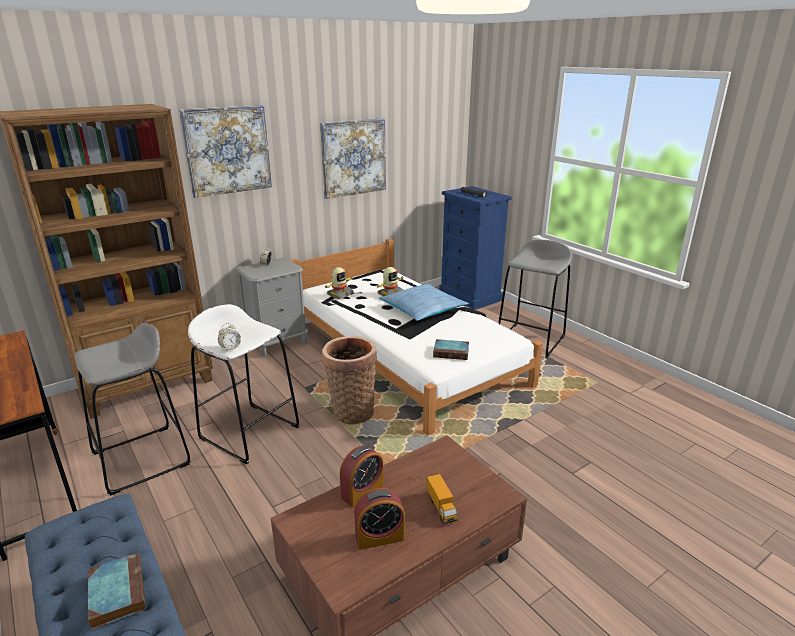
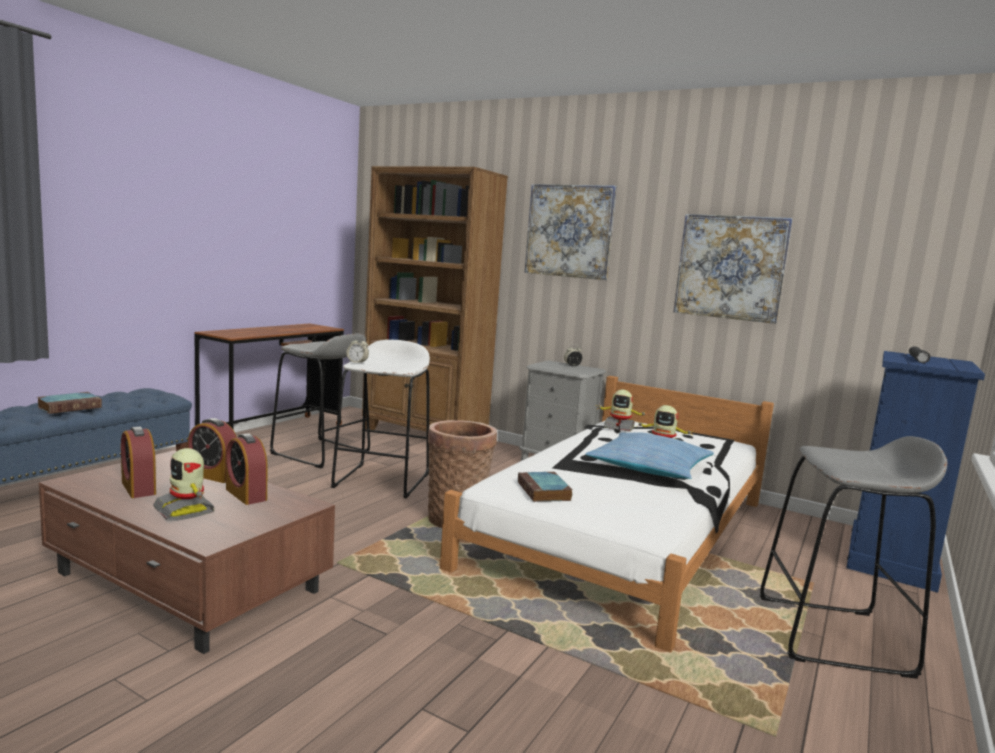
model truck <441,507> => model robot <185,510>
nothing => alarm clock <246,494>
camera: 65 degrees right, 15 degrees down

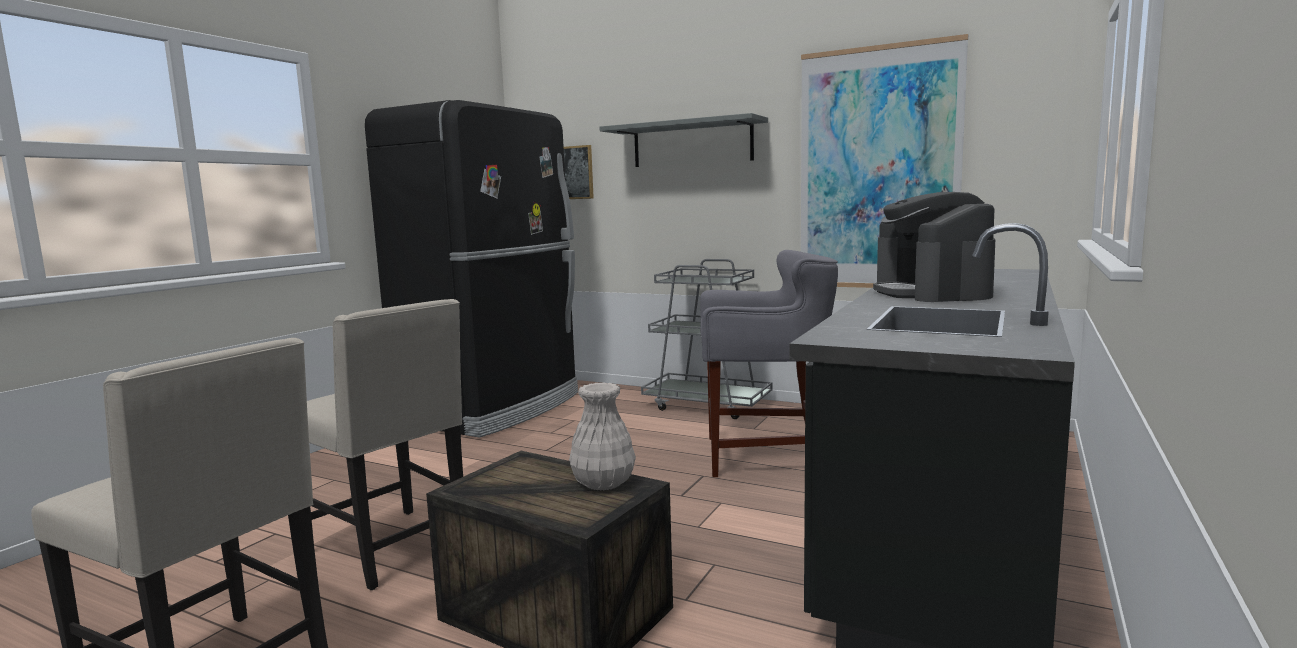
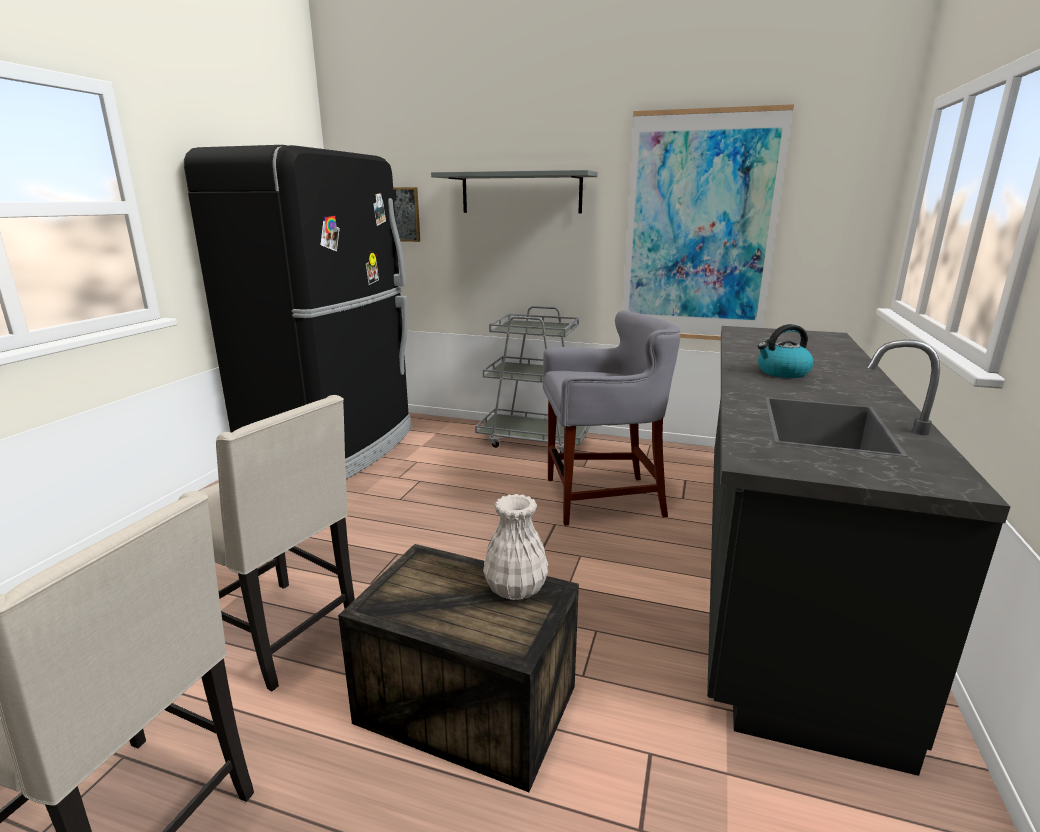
coffee machine <931,293> => tea kettle <782,372>
camera: 10 degrees left, 10 degrees up

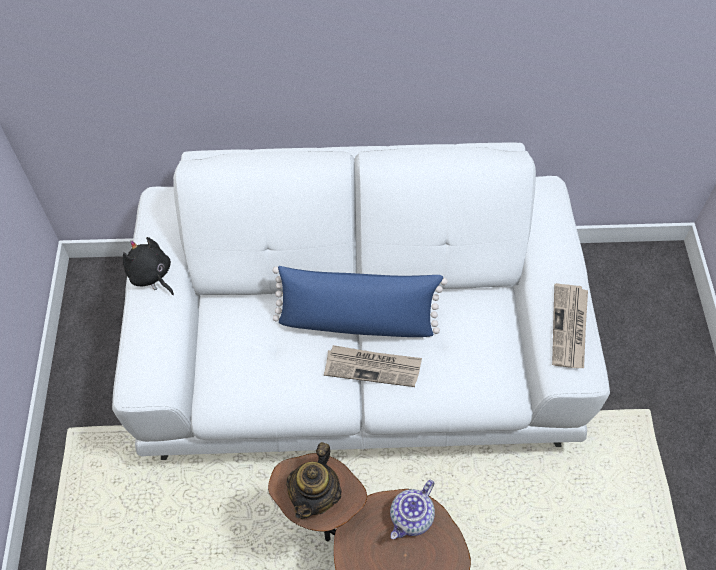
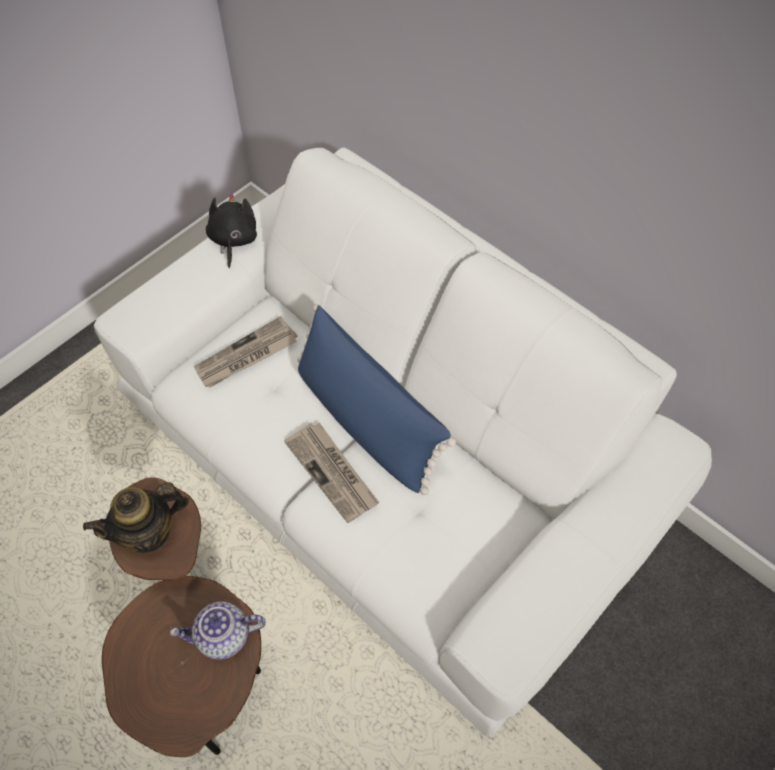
daily paper <569,328> => daily paper <246,356>, relocated
camera: 45 degrees right, 0 degrees up

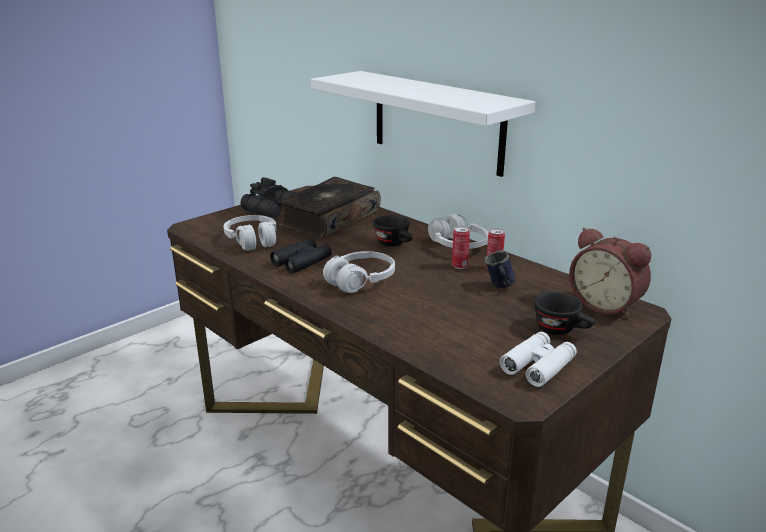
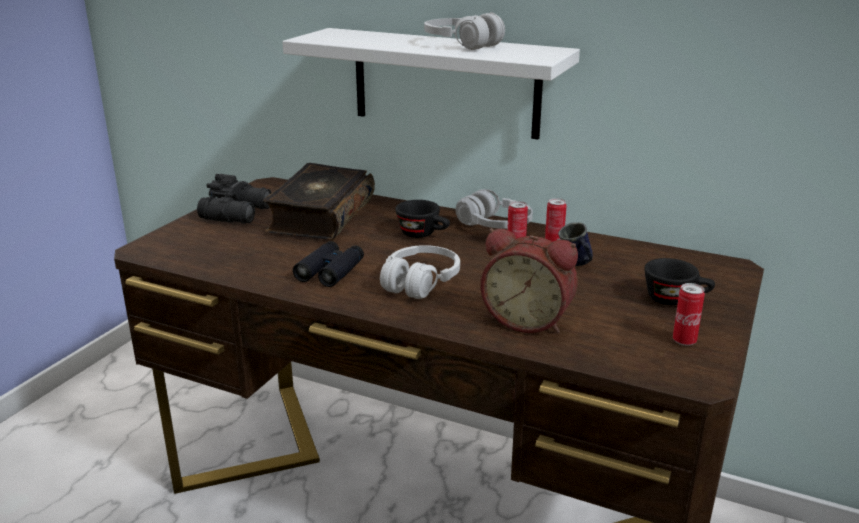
headset (white) <252,240> => headset (white) <462,44>, relocated
field glasses (white) <538,366> => sealed can <684,341>
alarm clock <606,305> => alarm clock <528,320>, relocated
camera: 20 degrees left, 0 degrees up

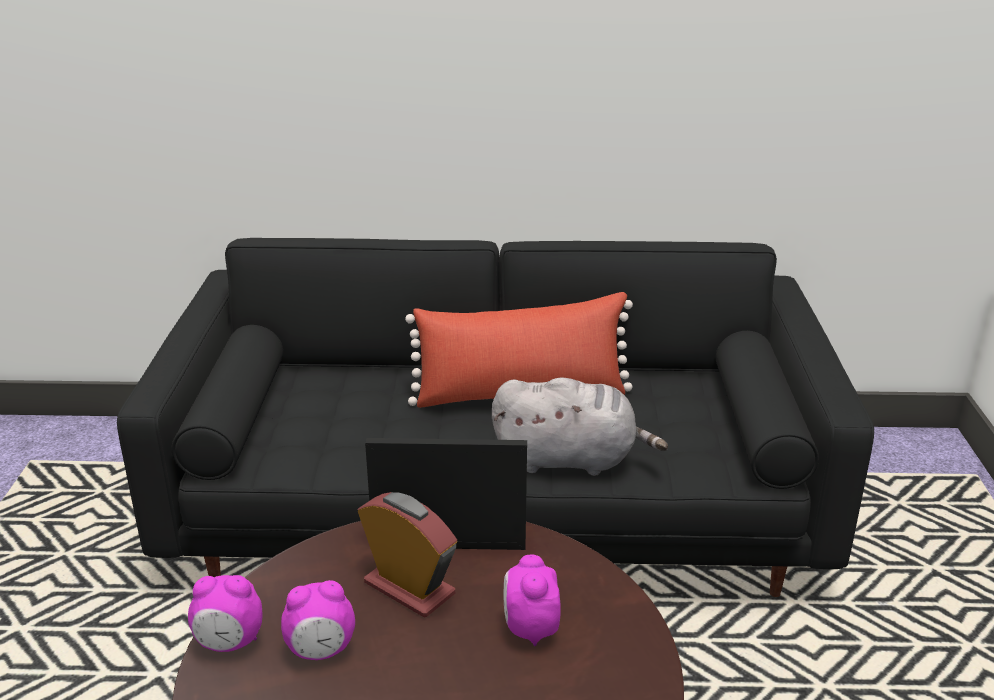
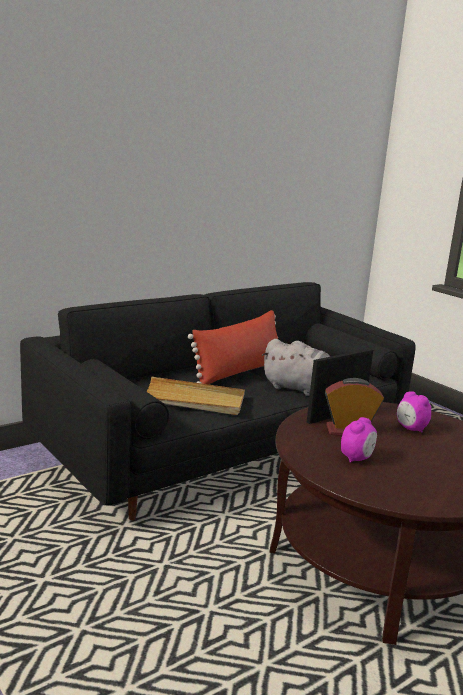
alarm clock <230,643> => nothing
plush toy (greyish) <570,460> => plush toy (greyish) <300,389>, 60 degrees clockwise
nothing => carrying tray (beige-coloured) <193,400>
camera: 40 degrees left, 10 degrees down

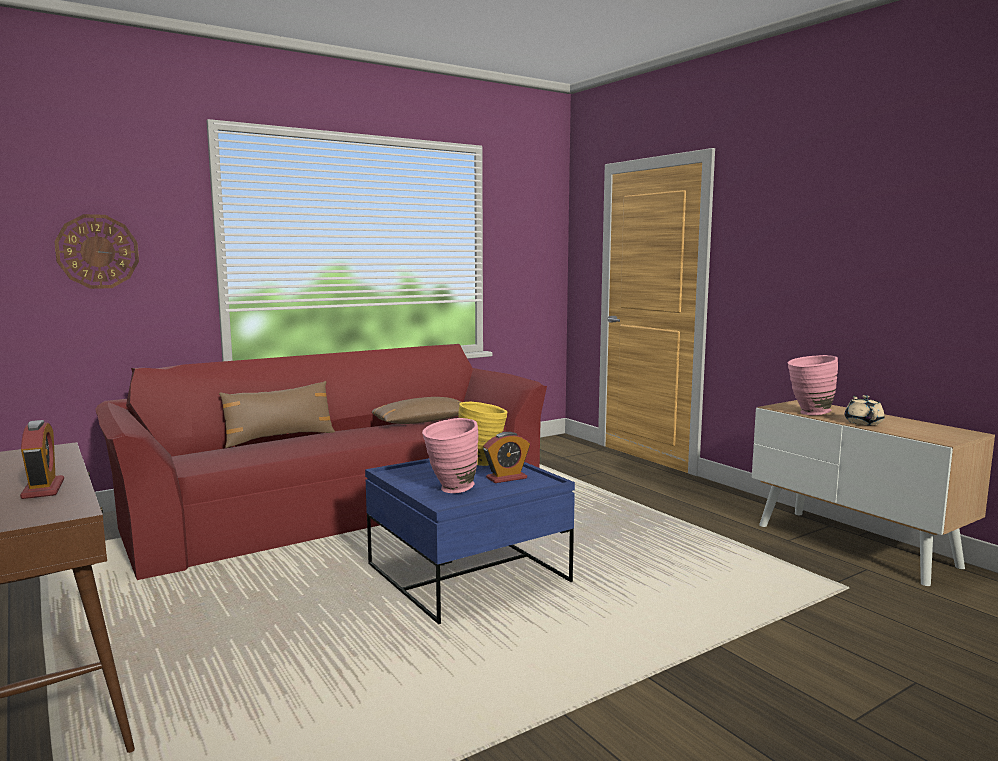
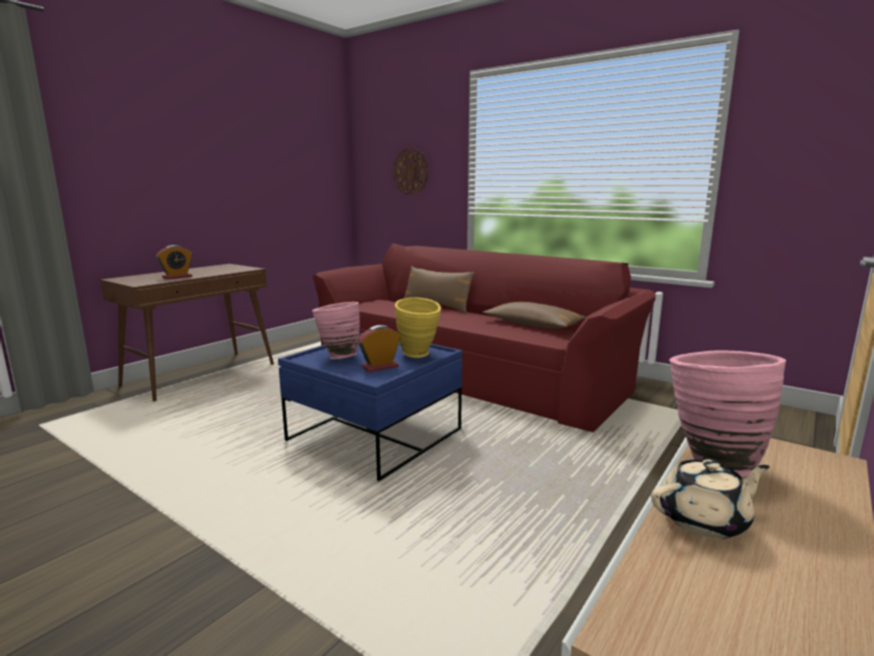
alarm clock <506,478> => alarm clock <380,367>, 105 degrees clockwise
camera: 70 degrees right, 5 degrees up

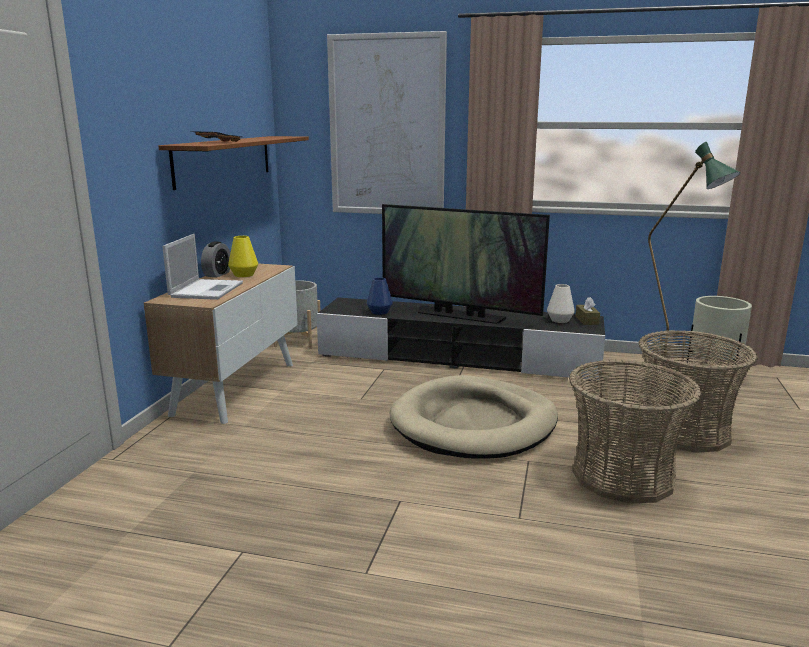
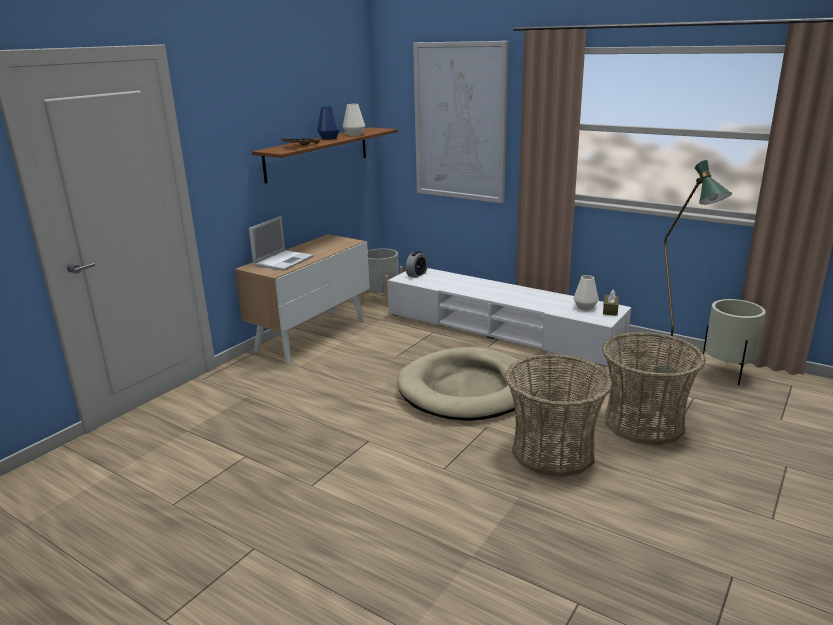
alarm clock <217,274> => alarm clock <417,274>, relocated
flower vase (yellow-coloured) <244,275> => nothing
tv unit (black) <458,358> => tv unit (white) <501,330>
flower vase (blue-coloured) <379,312> => flower vase (blue-coloured) <329,138>, relocated
TV <459,315> => nothing
nothing => flower vase (white) <354,135>
camera: 20 degrees right, 5 degrees up

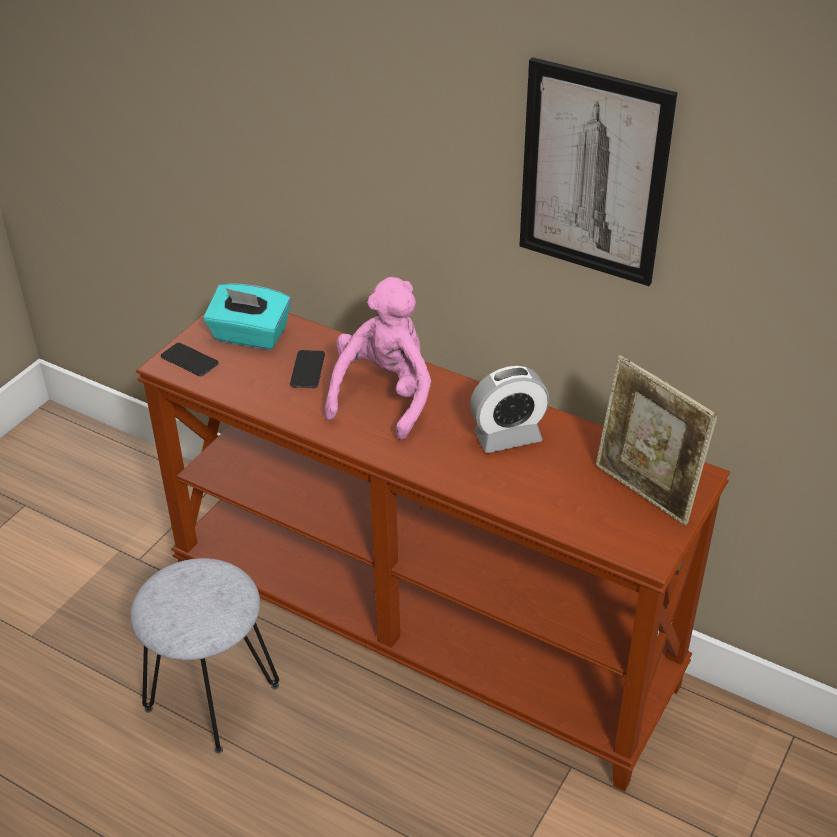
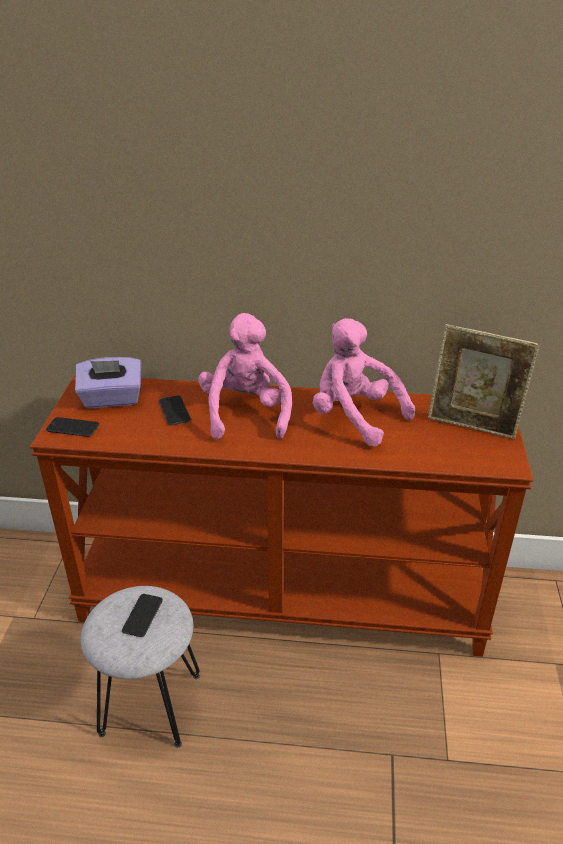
tissue box (blue-green) <250,336> => tissue box (purplish) <112,399>
alarm clock <507,437> => plush toy (pink-coloured) <354,417>
picture <593,173> => nothing
nothing => handset <142,615>
camera: 25 degrees left, 5 degrees down

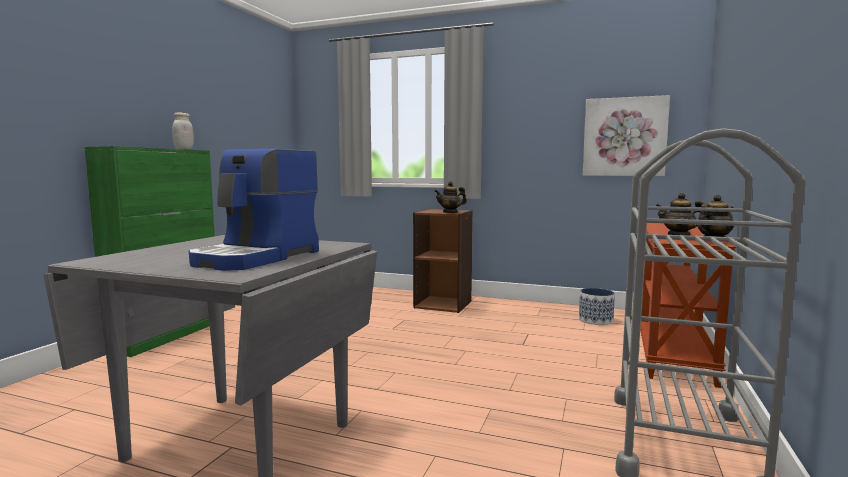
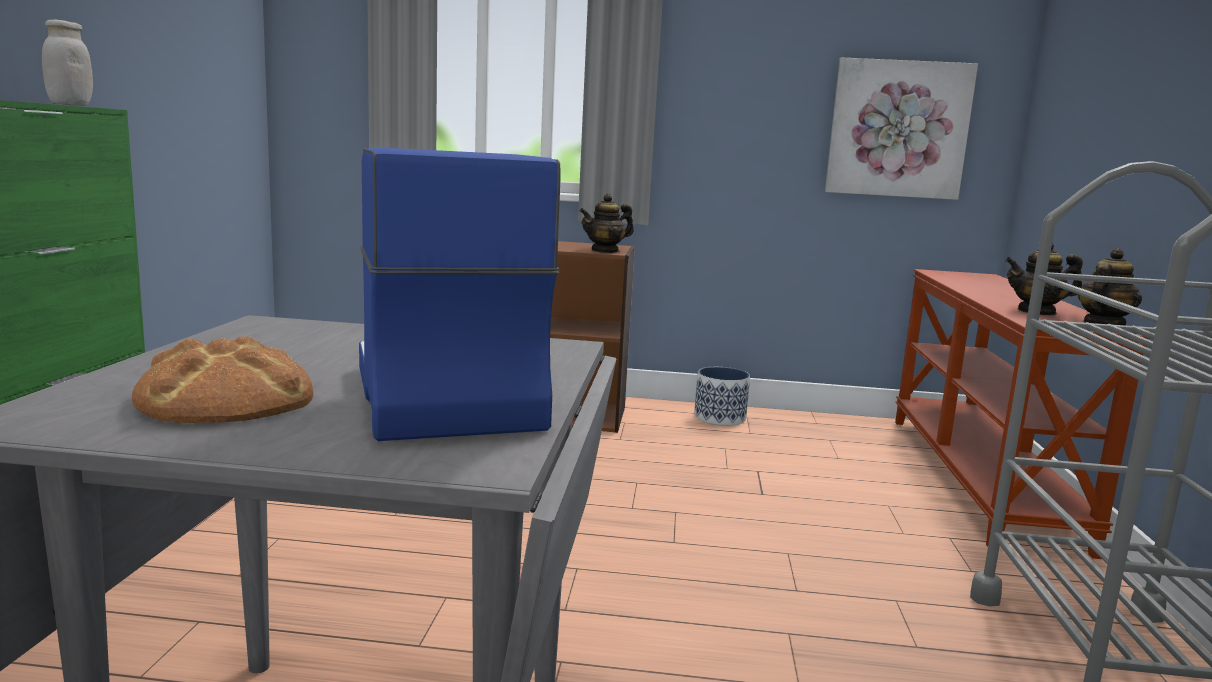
coffee machine <258,258> => coffee machine <440,395>, 150 degrees clockwise
plant pot <595,320> => plant pot <719,418>, relocated
nothing => bread <225,398>
camera: 15 degrees left, 5 degrees up

